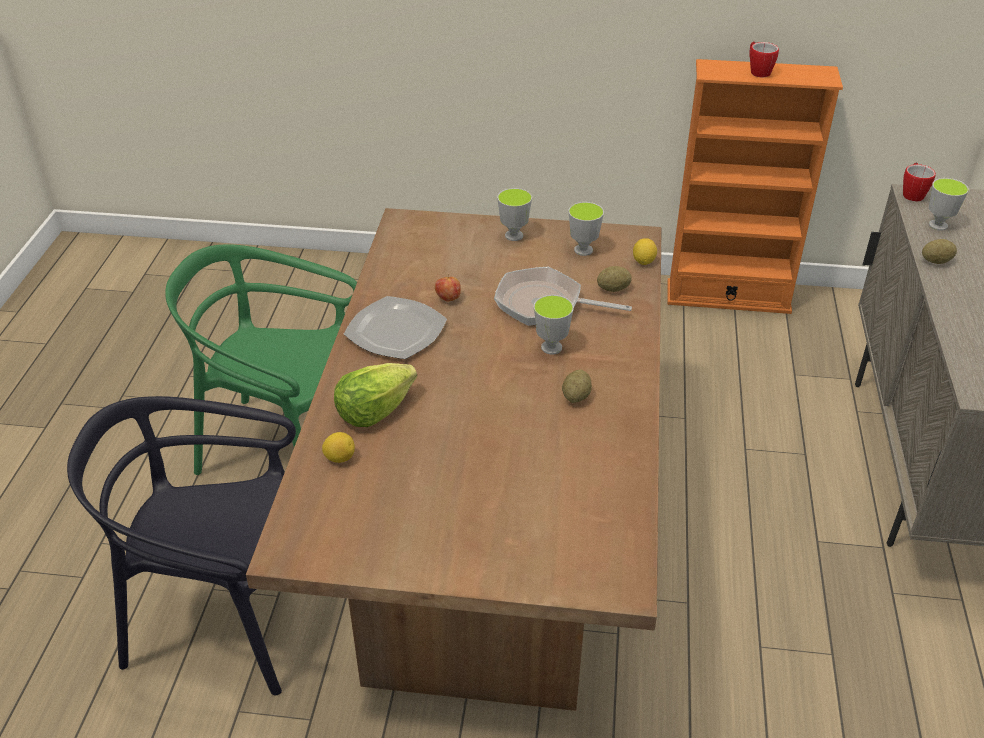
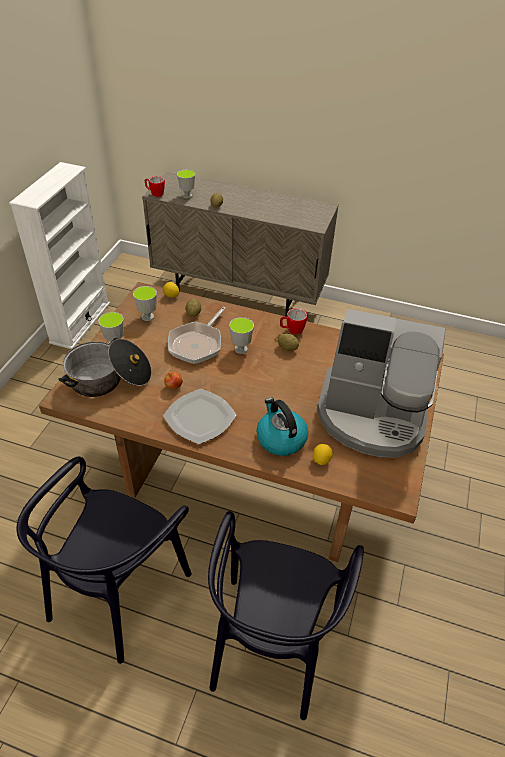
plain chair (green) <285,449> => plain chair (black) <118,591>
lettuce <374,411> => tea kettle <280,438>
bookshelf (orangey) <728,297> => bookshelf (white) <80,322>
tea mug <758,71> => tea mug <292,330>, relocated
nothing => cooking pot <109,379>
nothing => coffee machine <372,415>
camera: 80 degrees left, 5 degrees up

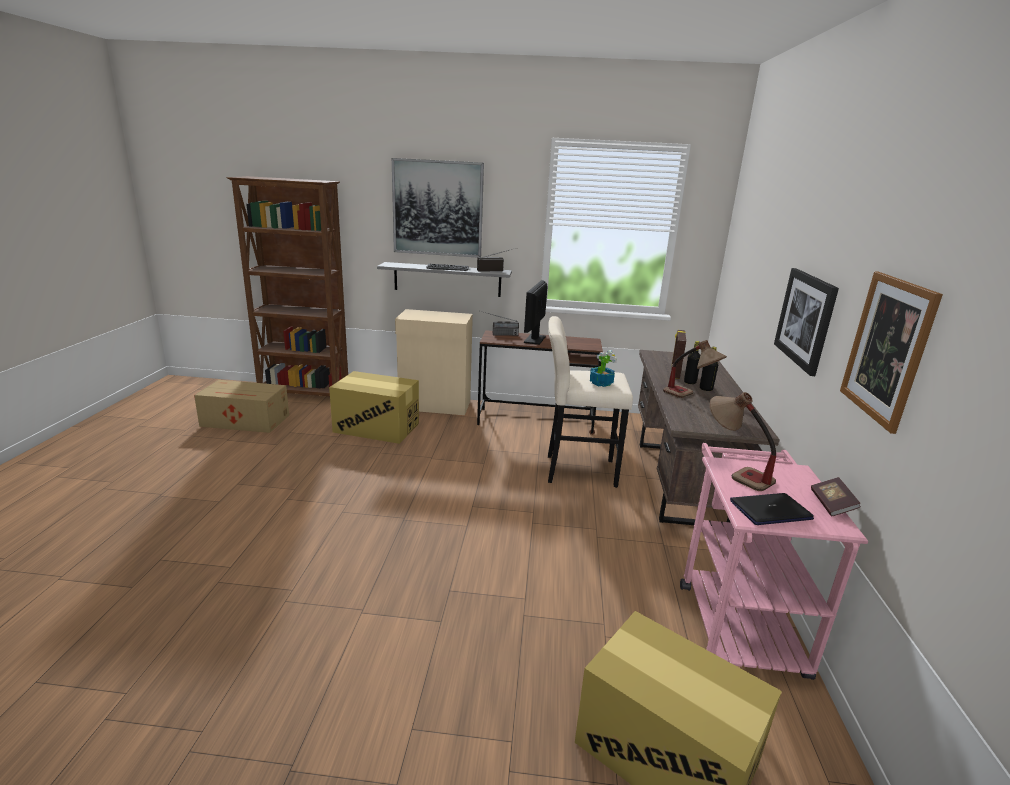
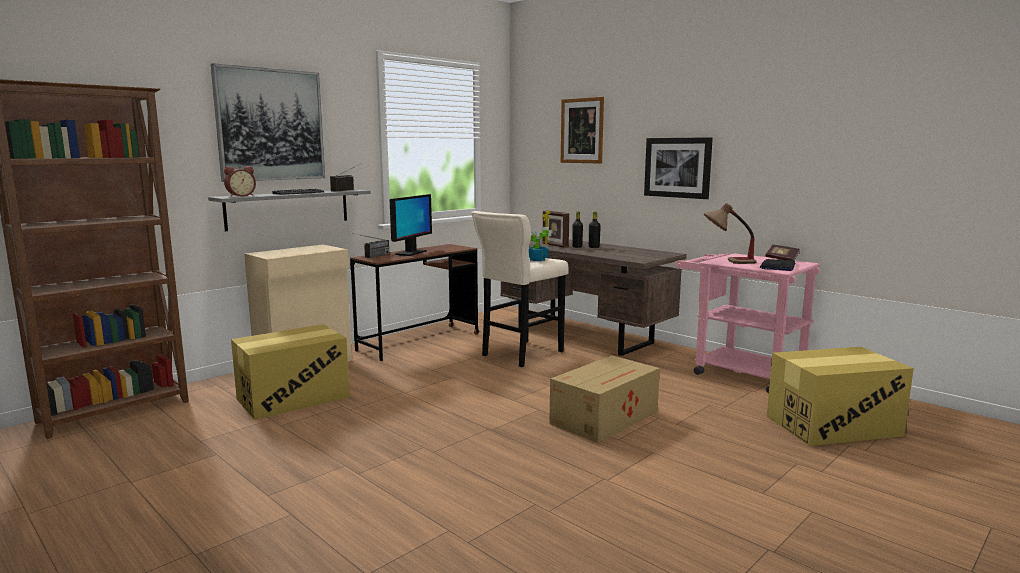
carton <246,421> => carton <606,417>, relocated
computer display <535,339> => computer display <410,253>, 120 degrees counterclockwise
table lamp <690,397> => nothing
picture <887,349> => picture <582,130>, relocated
nothing => alarm clock <240,196>
camera: 50 degrees left, 10 degrees down

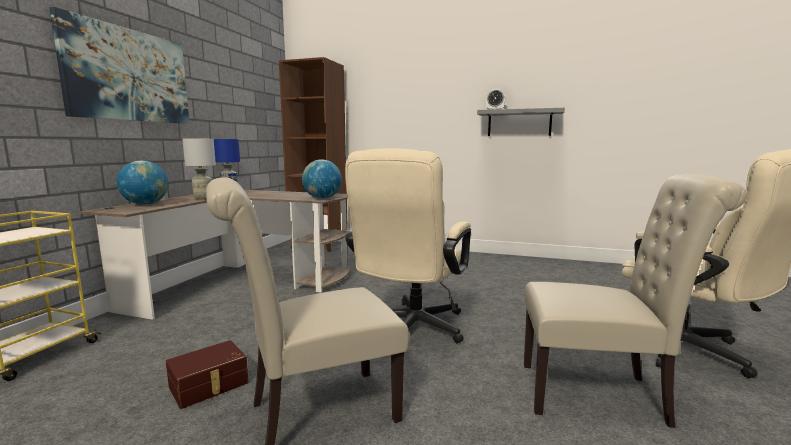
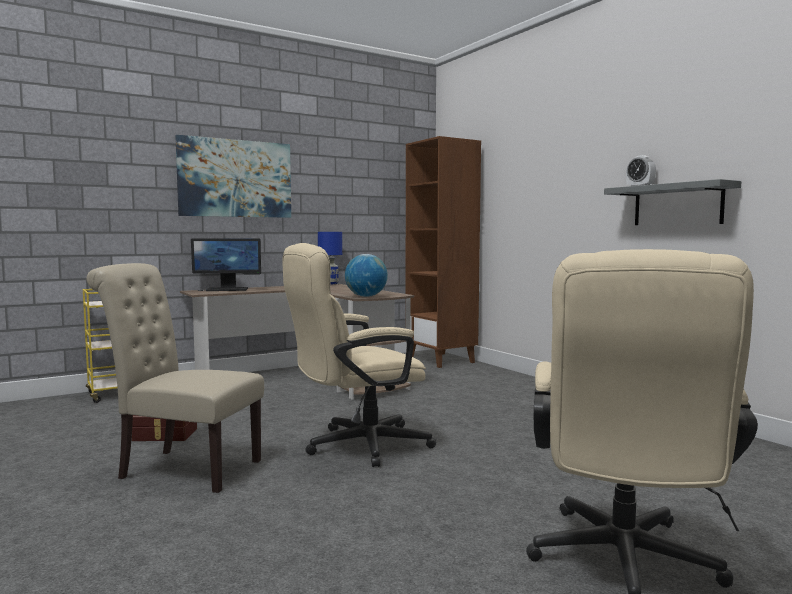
world globe <145,204> => computer display <227,289>
table lamp (greyish) <204,198> => nothing
plain chair (beige-coloured) <601,394> => nothing
camera: 40 degrees right, 5 degrees down

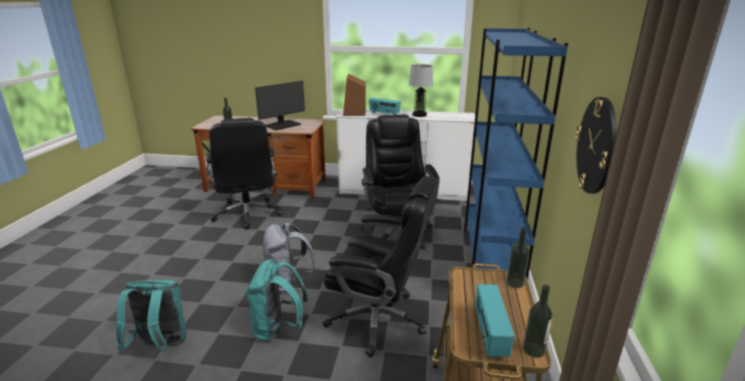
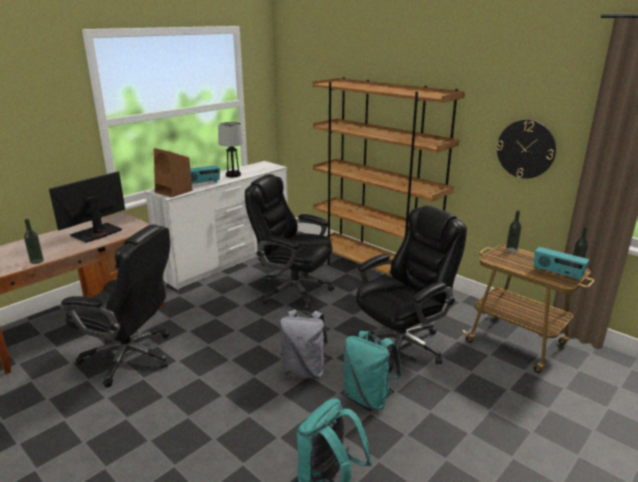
computer display <282,125> => computer display <97,233>, 135 degrees counterclockwise
bookshelf (blue-coloured) <489,258> => bookshelf (brown-coloured) <374,272>
camera: 55 degrees left, 0 degrees up

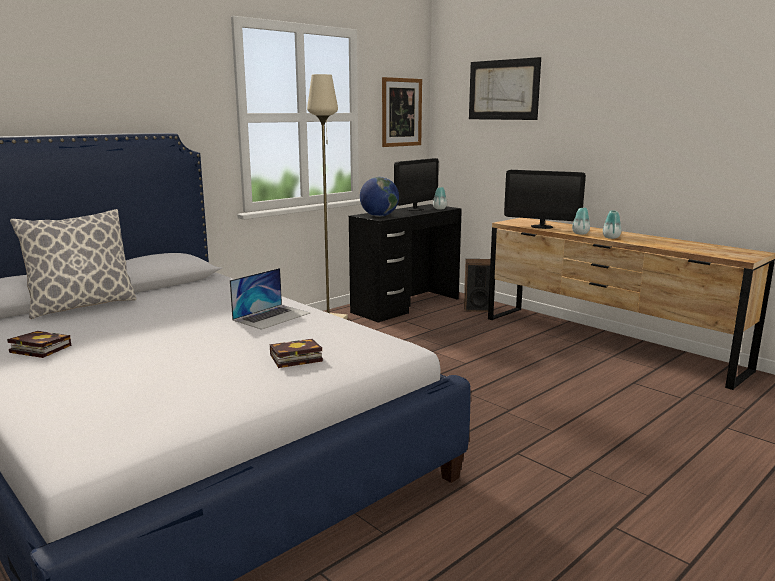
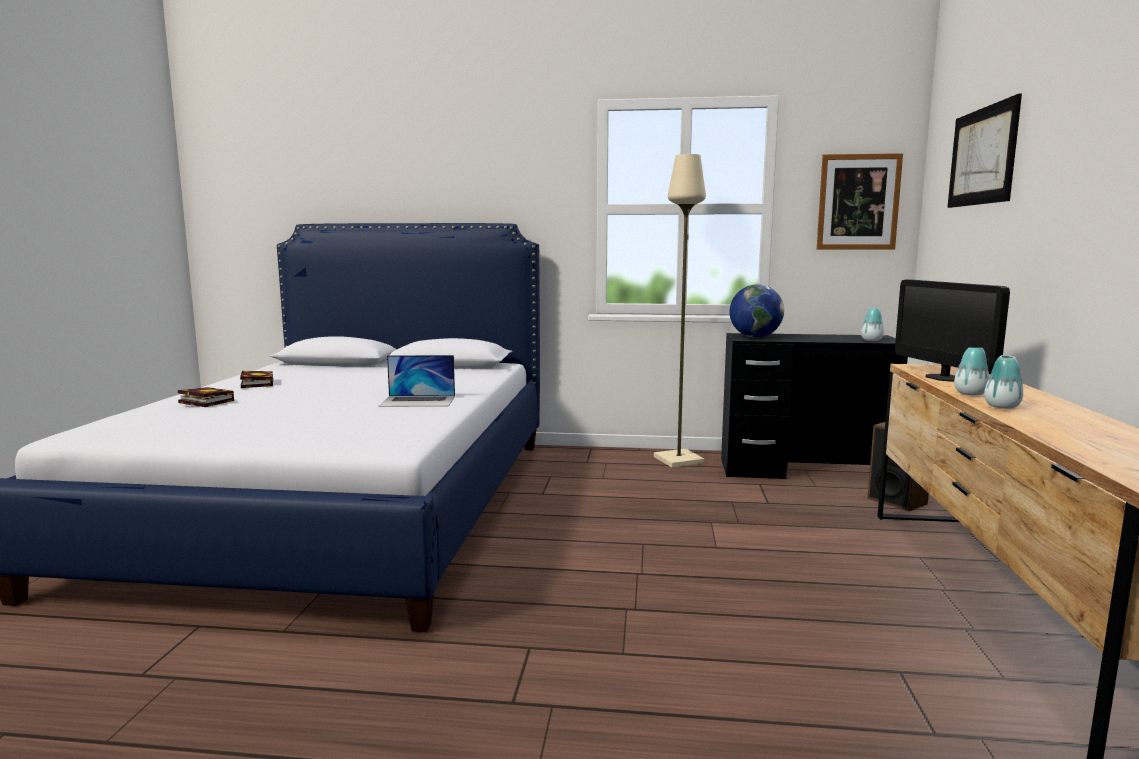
cushion <82,306> => nothing
volume <293,358> => volume <204,401>, relocated
computer display <414,209> => nothing
camera: 50 degrees right, 5 degrees down

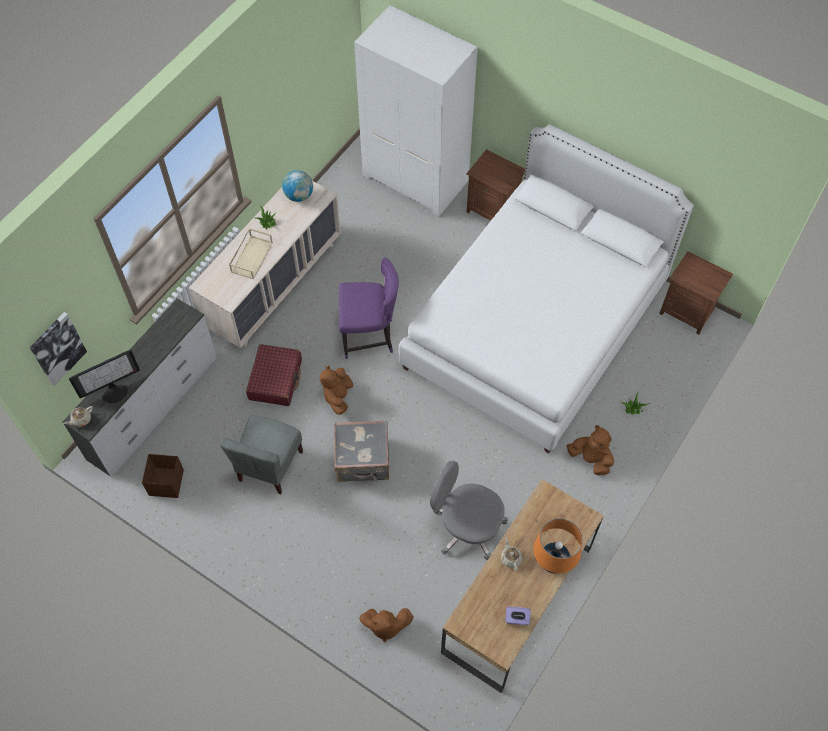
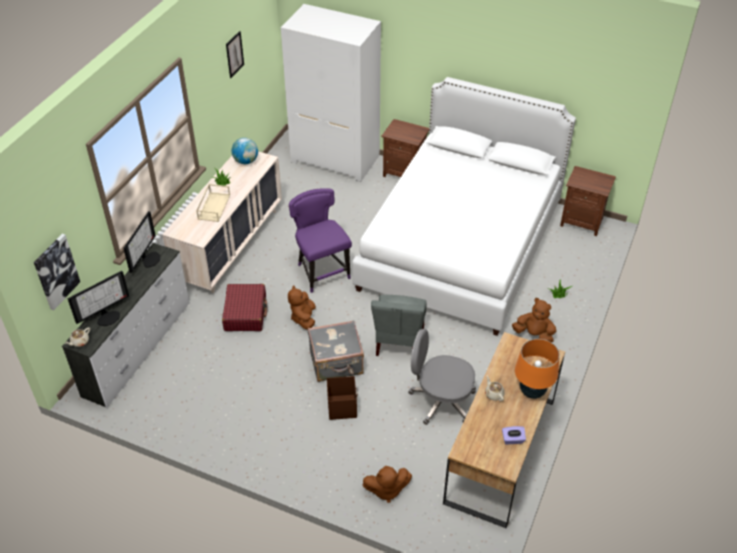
storage container (brown-coloured) <167,482> => storage container (brown-coloured) <342,407>, relocated
plain chair (greyish) <269,466> => plain chair (greyish) <398,341>, relocated
plain chair (purplish) <369,337> => plain chair (purplish) <322,272>, 105 degrees counterclockwise
nothing => computer display <149,259>
nothing => picture <234,54>
camera: 10 degrees left, 15 degrees down

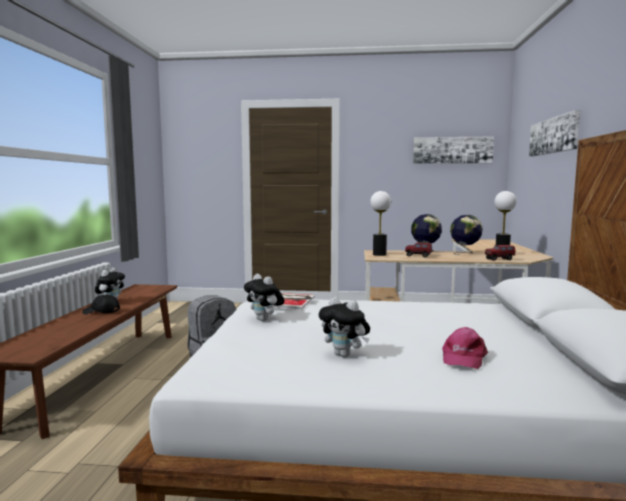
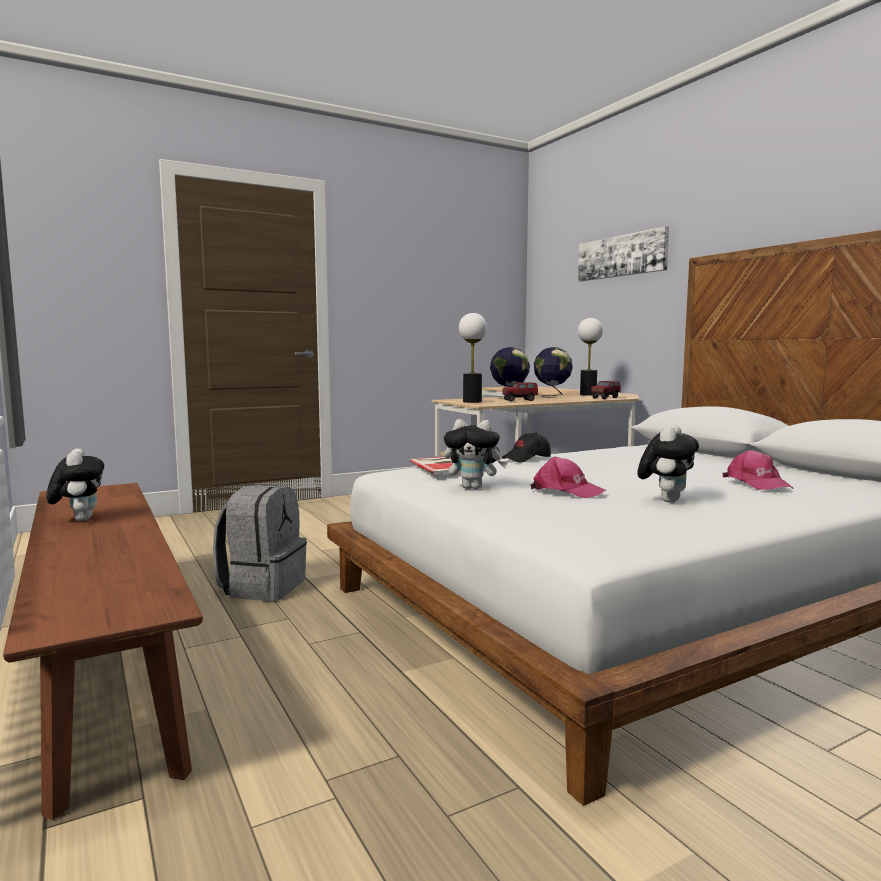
cap (black) <101,312> => cap (black) <527,459>, relocated
plush toy <345,355> => plush toy <666,500>, 60 degrees counterclockwise
picture <452,150> => nothing
nothing => cap (pink-coloured) <566,491>
camera: 35 degrees left, 0 degrees up

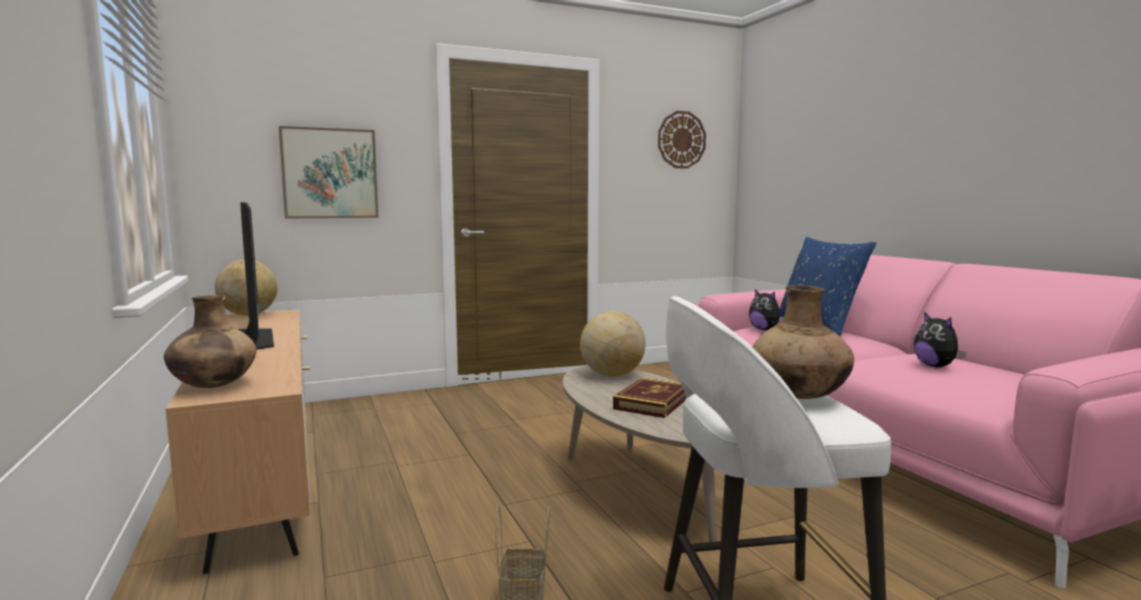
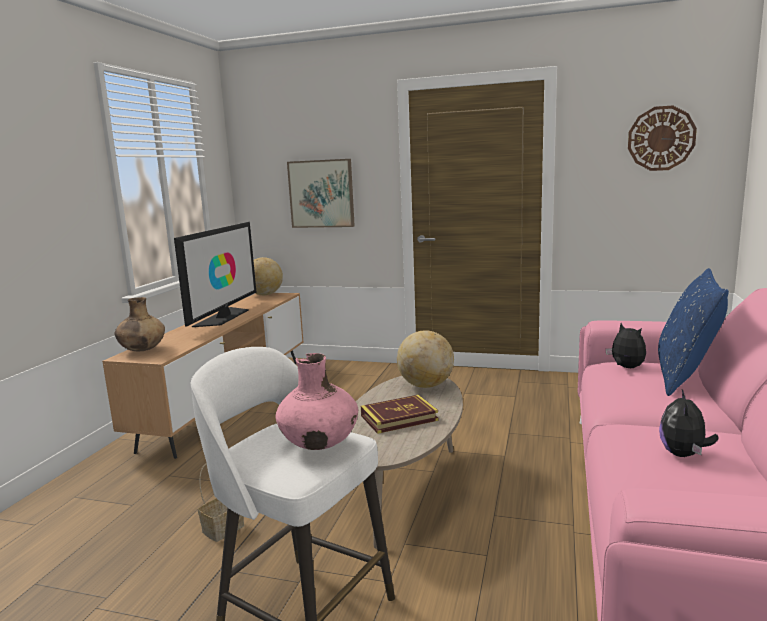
plush toy <764,329> => plush toy <625,367>, 150 degrees clockwise
flower vase (brown-coloured) <798,396> => flower vase (pink-coloured) <320,444>
camera: 40 degrees right, 5 degrees up

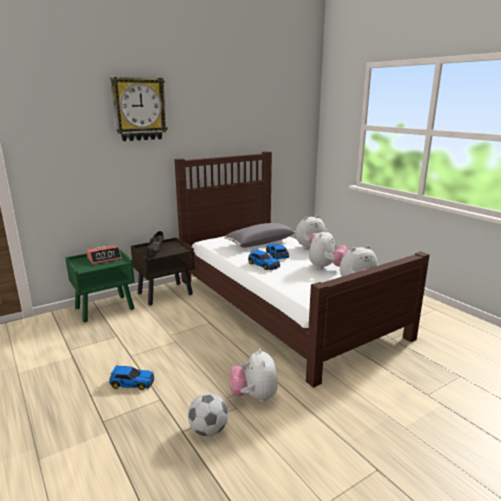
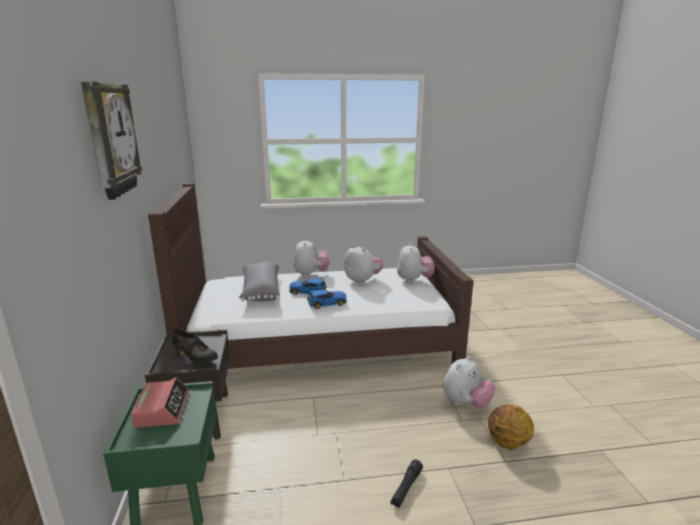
model car <131,382> => flashlight (black) <406,488>
football ball <208,430> => basketball ball <507,443>
plush toy <254,396> => plush toy <466,403>, 60 degrees counterclockwise
camera: 65 degrees left, 0 degrees up

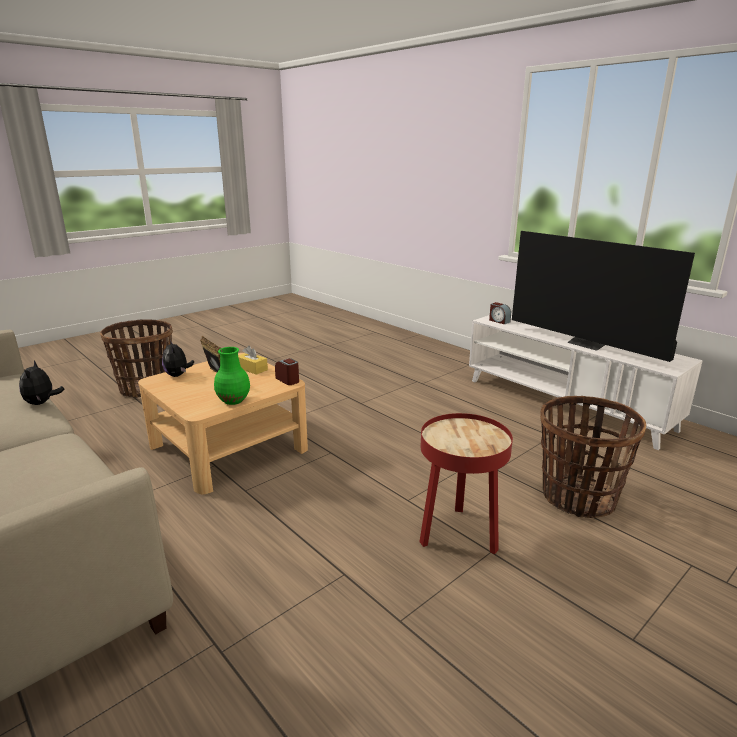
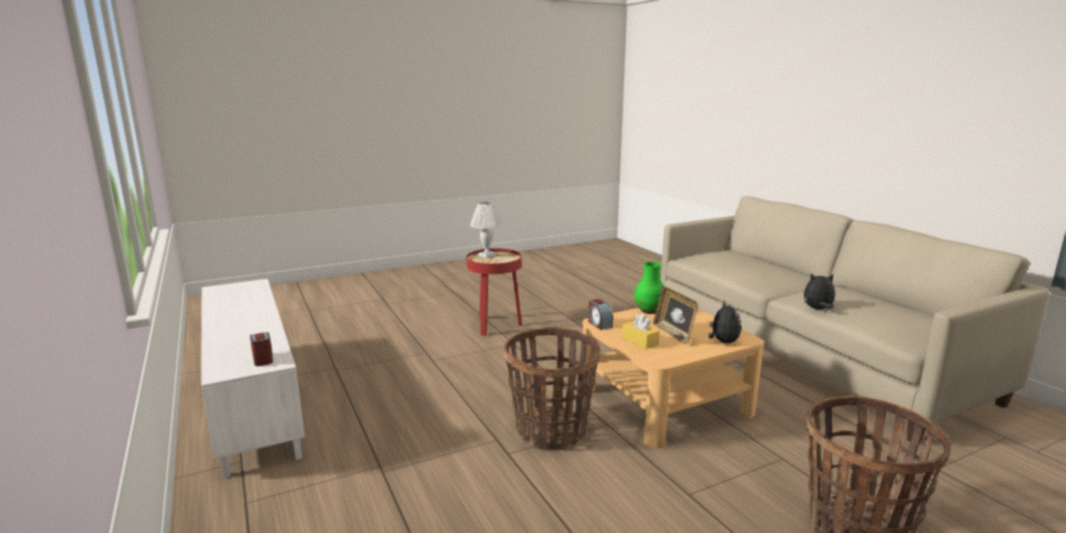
plush toy <42,403> => plush toy <817,309>, 90 degrees counterclockwise
TV <587,344> => nothing
household basket <577,497> => household basket <551,430>, relocated
nothing => table lamp (white) <487,255>
camera: 165 degrees left, 5 degrees down

